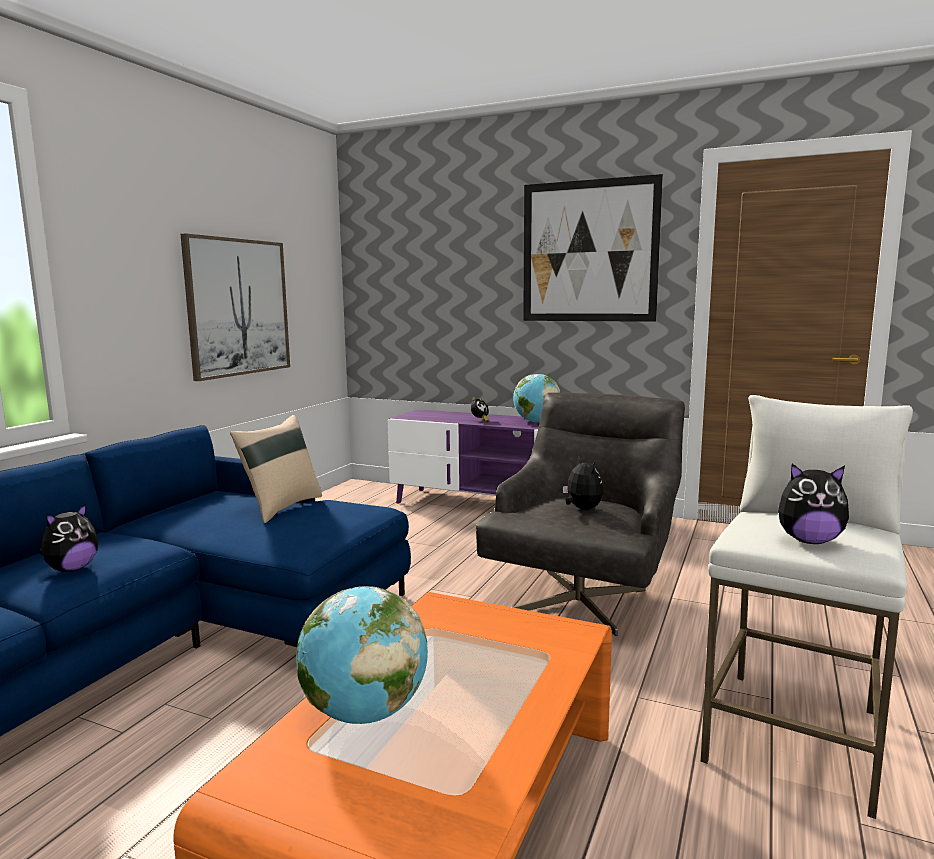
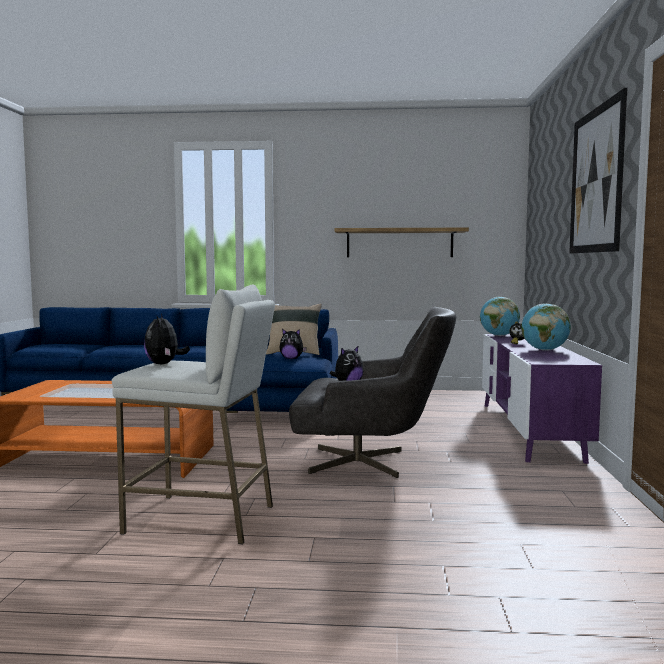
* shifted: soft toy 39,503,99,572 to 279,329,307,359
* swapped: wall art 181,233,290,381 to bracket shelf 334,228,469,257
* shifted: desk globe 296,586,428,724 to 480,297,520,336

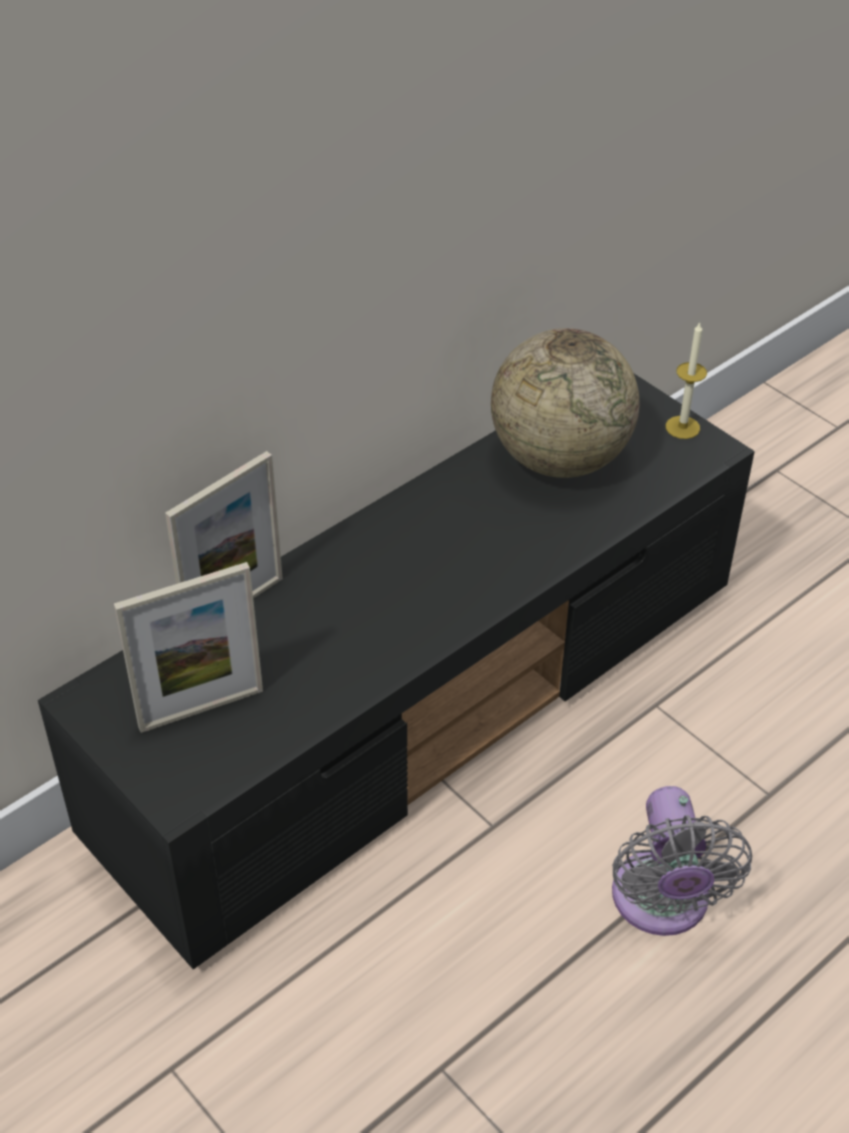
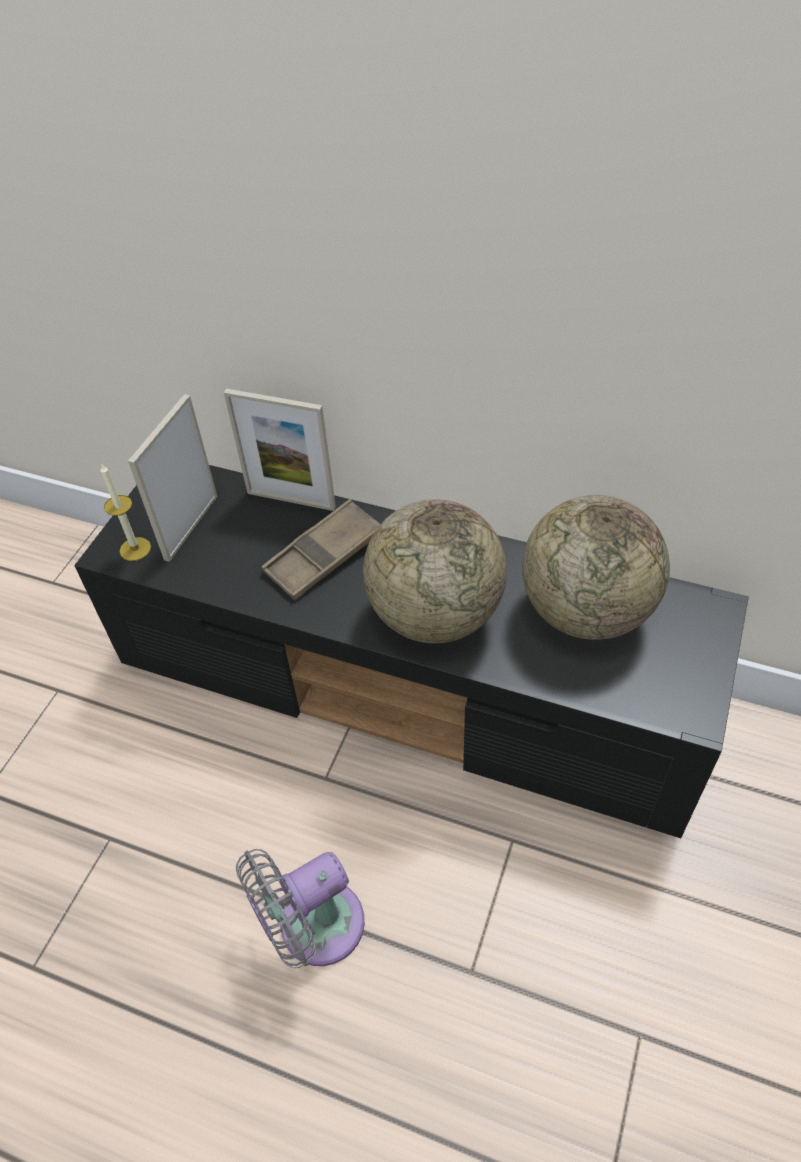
* shifted: wax candle 666,321,707,439 to 100,463,151,561
* rotated: picture frame 114,562,263,733 = 128,394,218,562 75 degrees clockwise
* new: brownish carrying tray 261,499,380,601
* new: desk globe 363,499,507,643

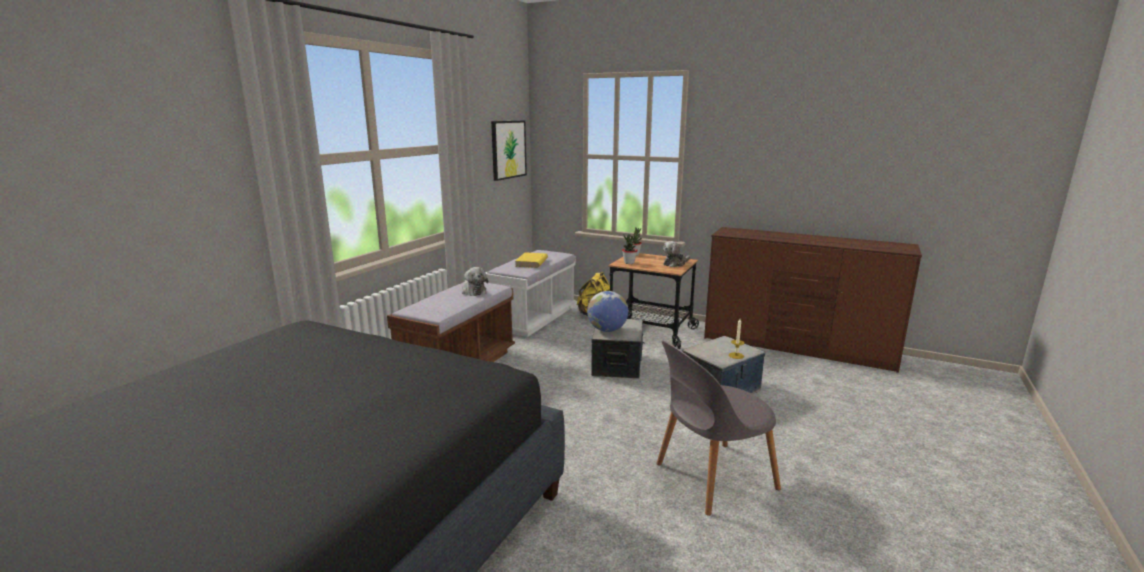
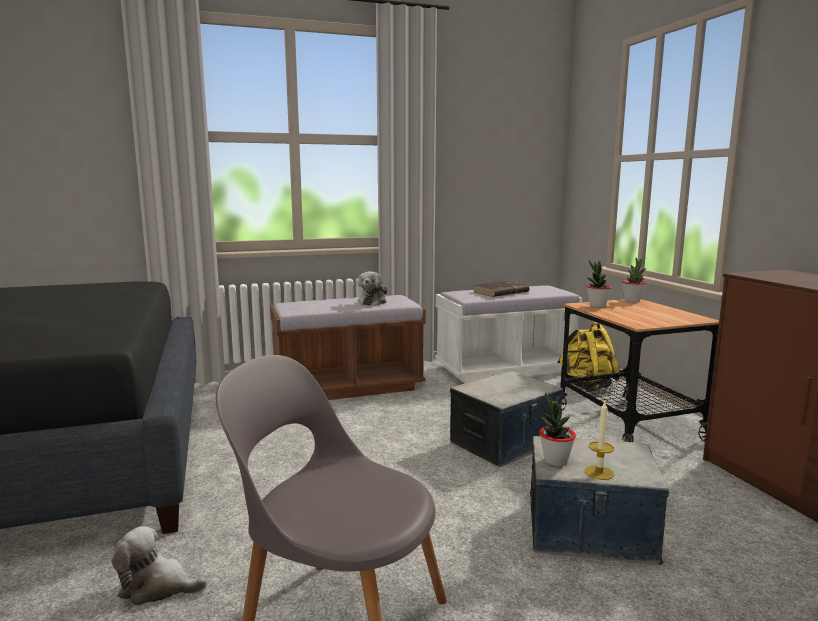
* shifted: soft toy 663,241,690,267 to 112,526,207,606
* repainted: yellow bound book 515,252,548,268 to brownish bound book 474,281,529,297
* new: plant in a pot 539,393,576,466
* gone: wall art 491,120,527,181
* gone: desk globe 587,291,628,332

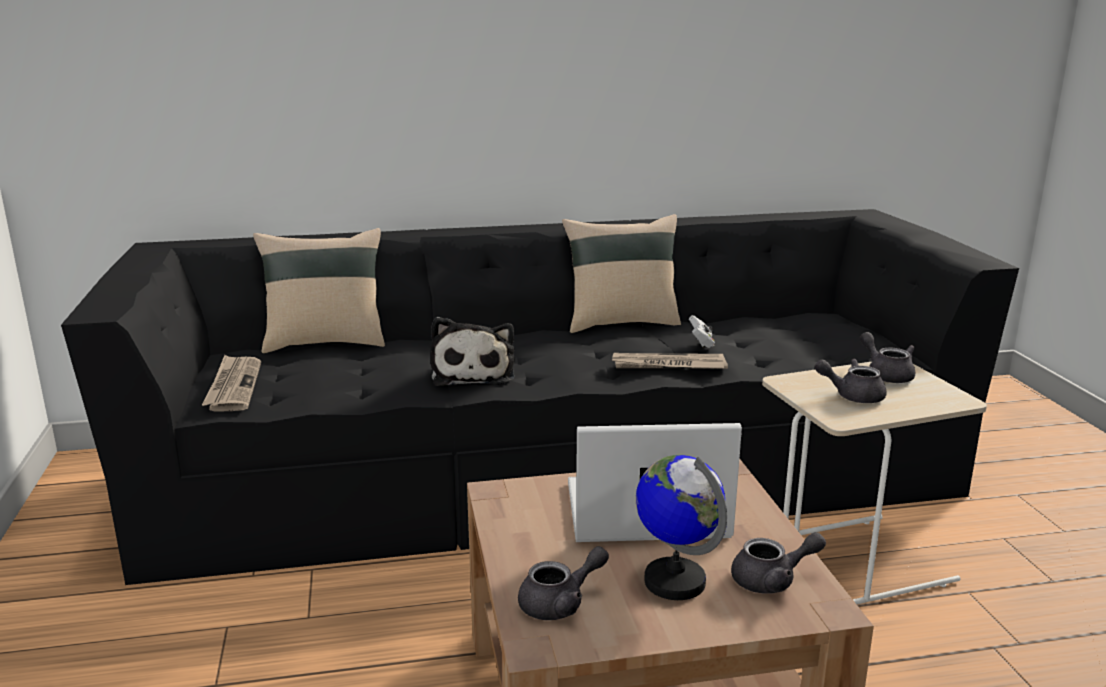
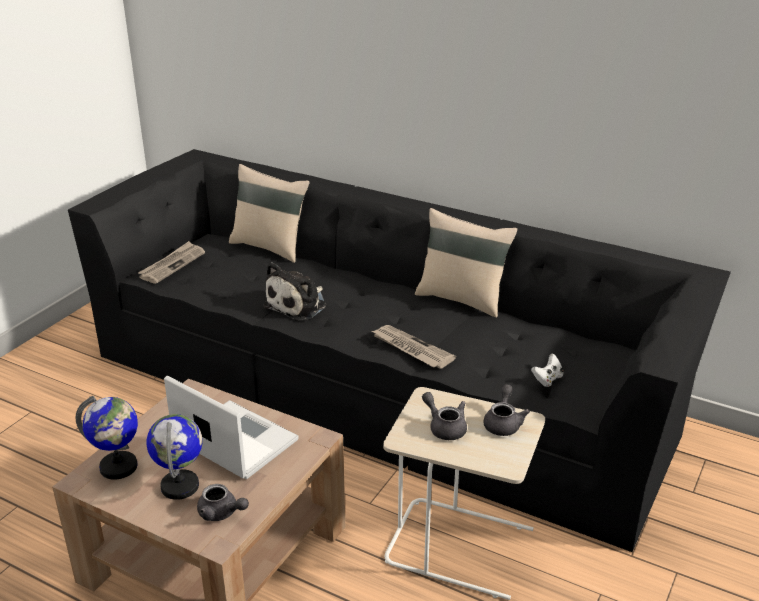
* swapped: grey pot for tea 518,546,609,620 to desk globe 76,396,138,480
* shifted: white game controller 689,315,715,348 to 531,354,564,387

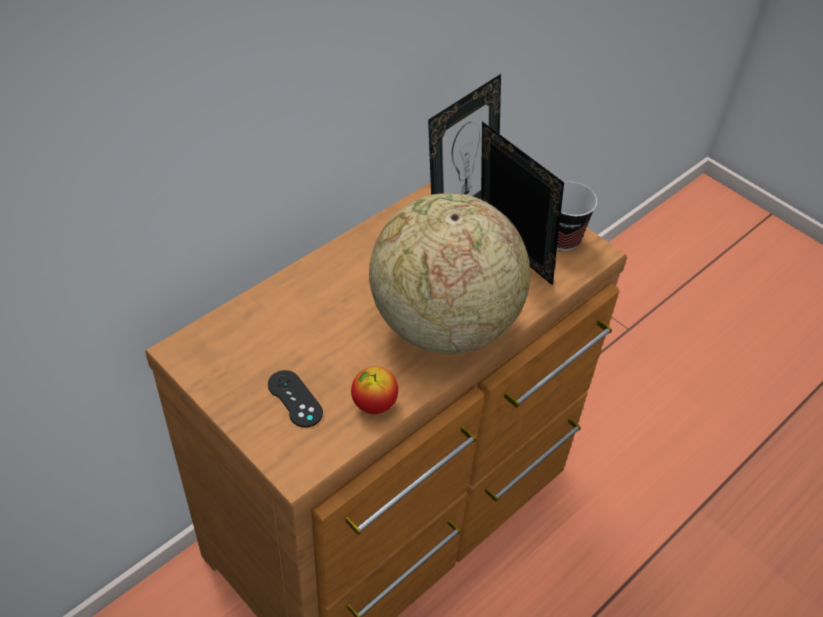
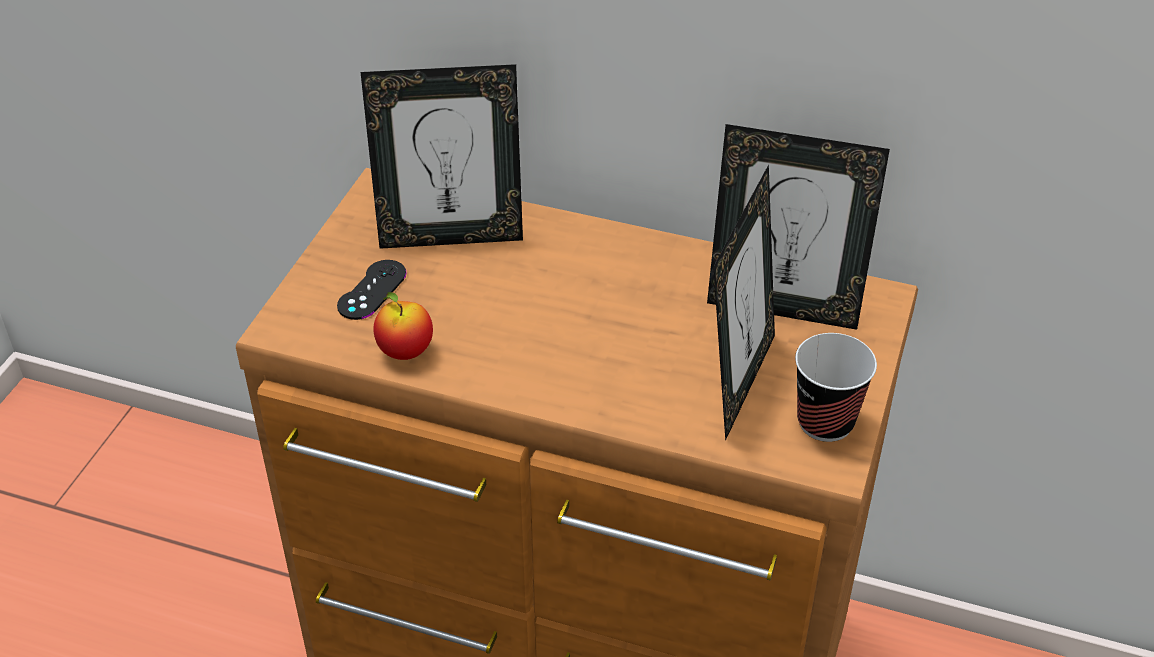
* new: picture frame 360,64,523,249
* gone: desk globe 369,193,530,354

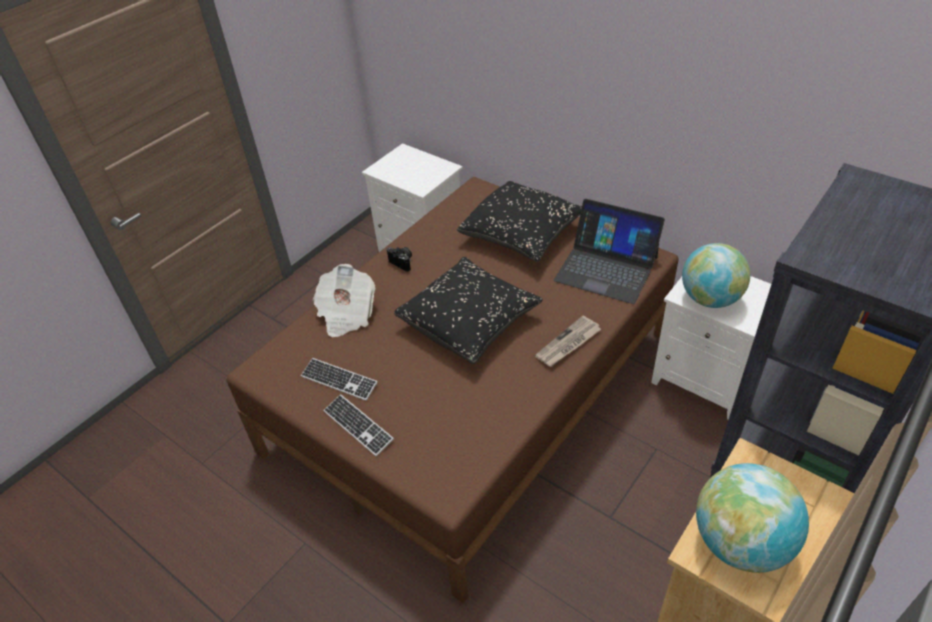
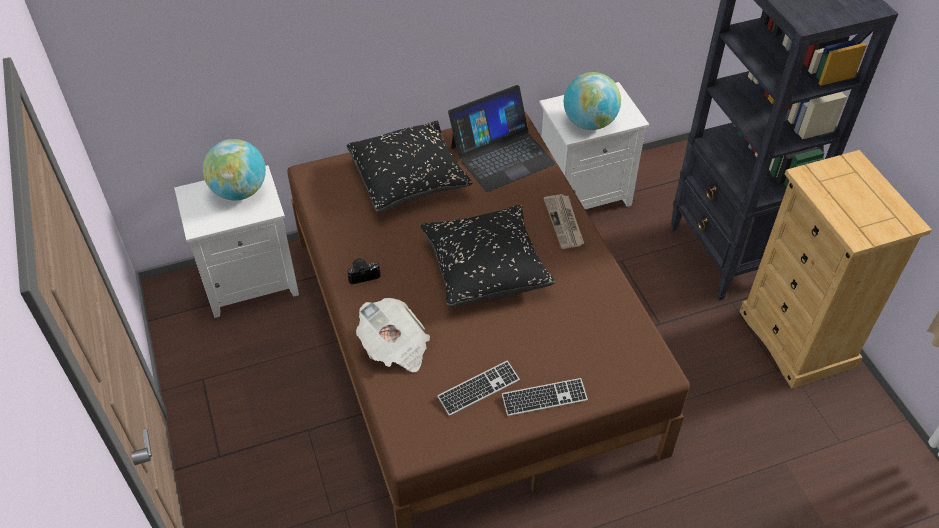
* shifted: desk globe 696,463,809,573 to 203,139,266,200

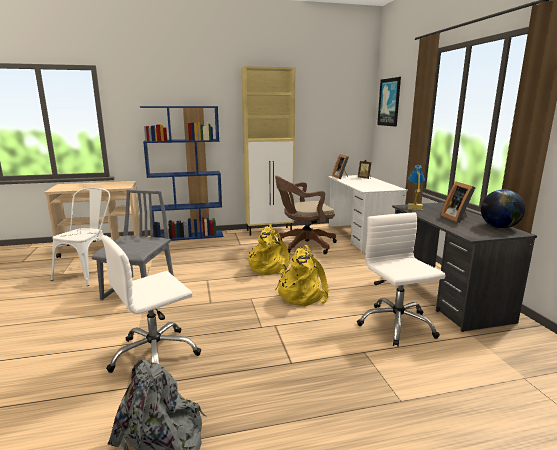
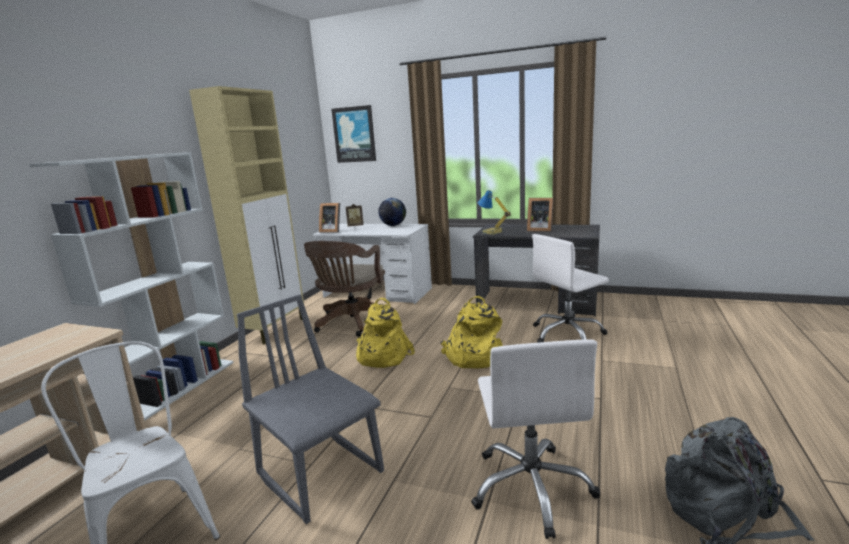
* repainted: blue-coloured shelving unit 140,106,223,241 to white shelving unit 29,152,234,420
* shifted: desk globe 481,189,525,228 to 378,198,406,226
* rotated: white desk chair 357,213,446,347 = 532,234,609,343 45 degrees counterclockwise

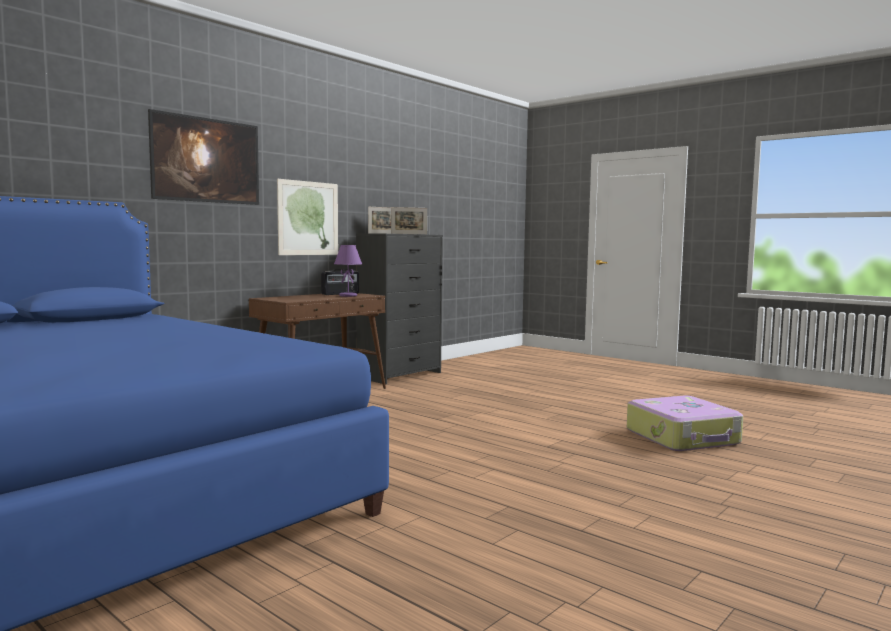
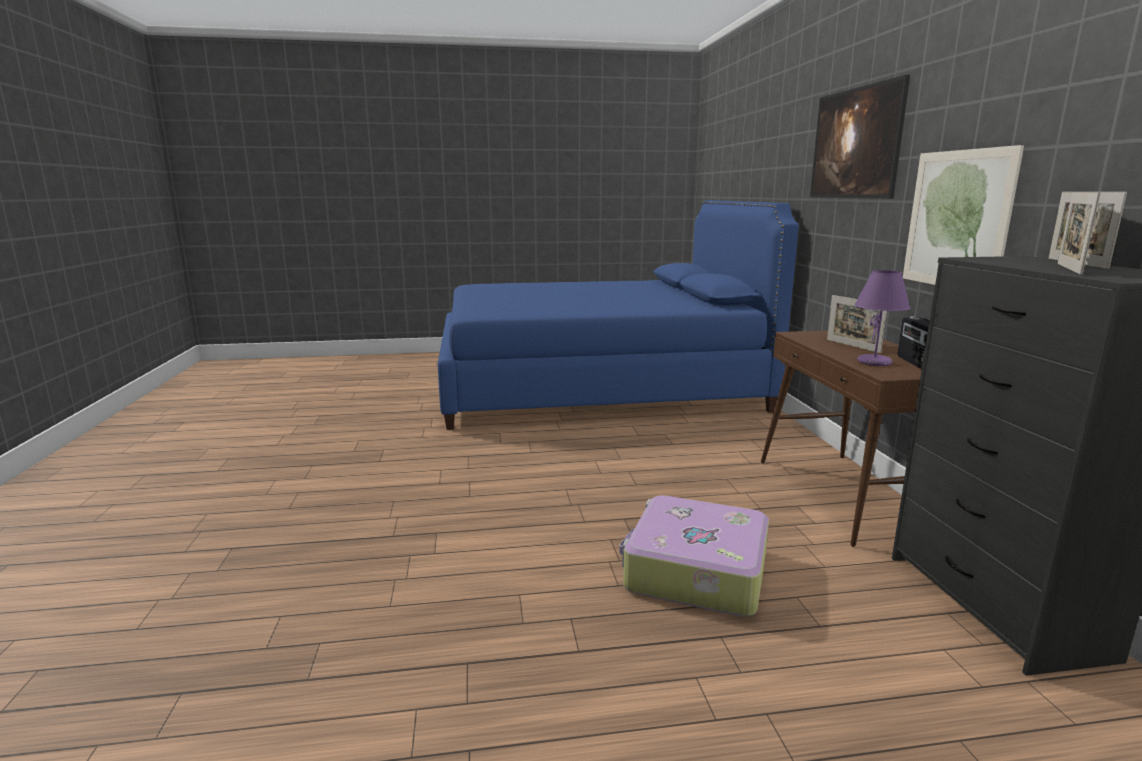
* shifted: travel case 627,396,743,451 to 619,495,769,616
* new: picture frame 827,295,887,353

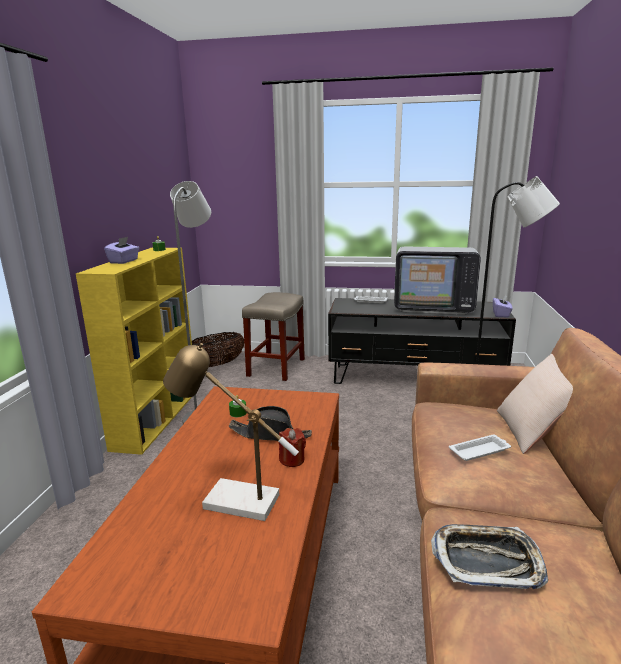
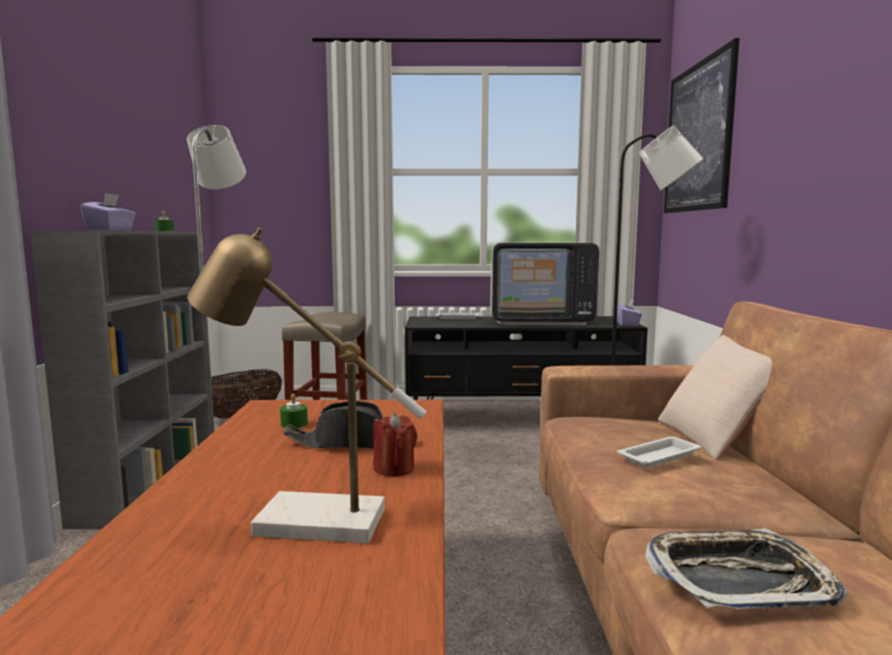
* repainted: yellow shelving unit 76,248,192,455 to grey shelving unit 30,231,210,529
* new: wall art 664,38,740,213

